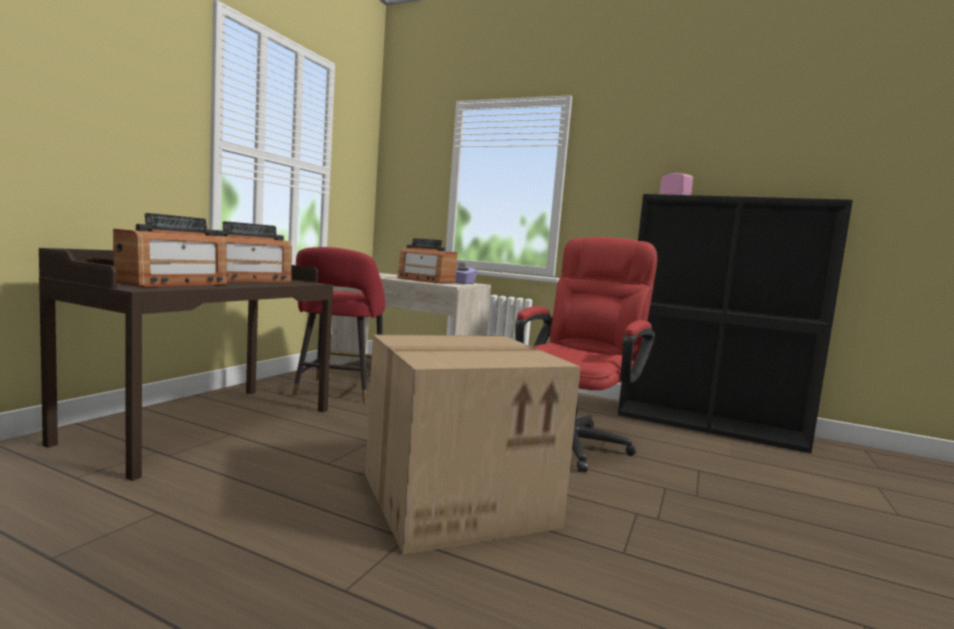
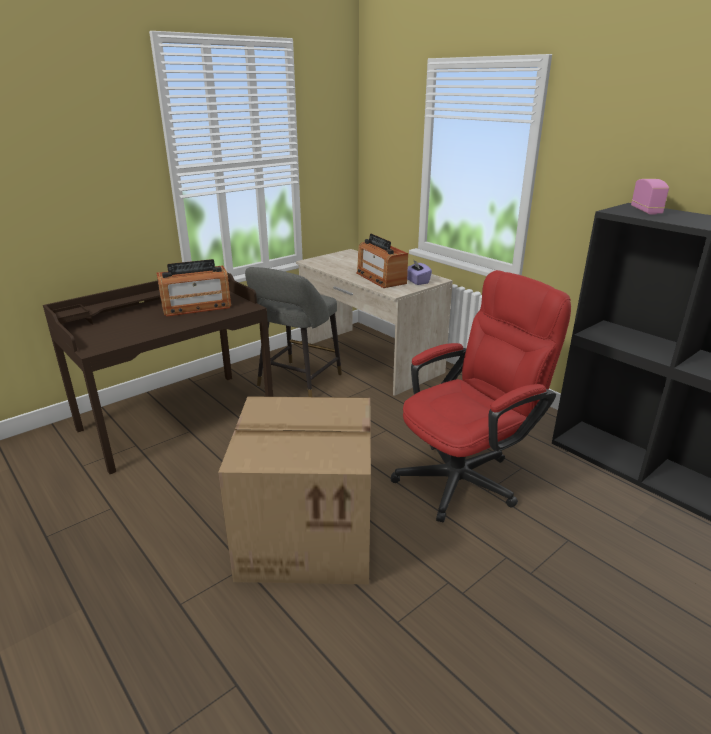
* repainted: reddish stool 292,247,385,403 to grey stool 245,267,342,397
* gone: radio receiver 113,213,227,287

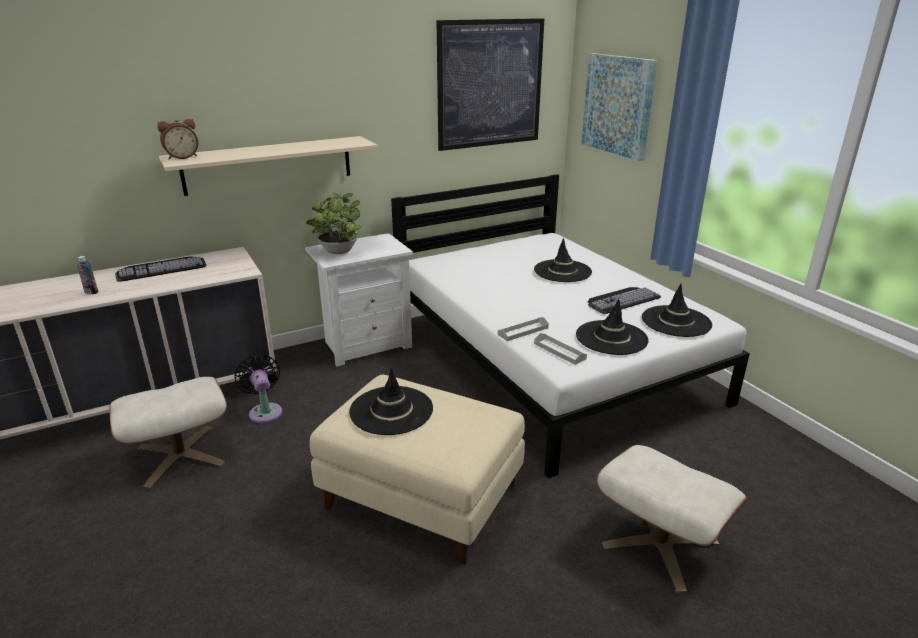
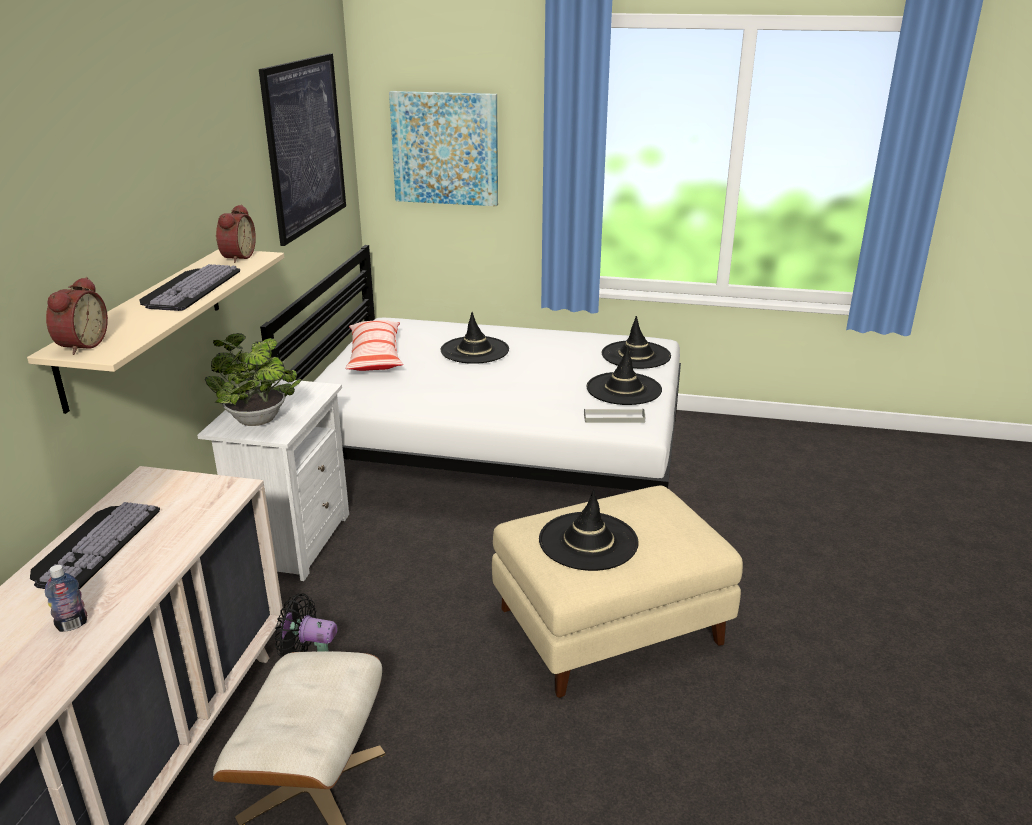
* shifted: computer keyboard 588,287,661,314 to 139,264,240,311
* new: alarm clock 216,204,256,263
* new: throw pillow 345,320,403,371
* gone: grey carrying tray 498,317,549,341
* gone: beige ottoman 597,445,748,593

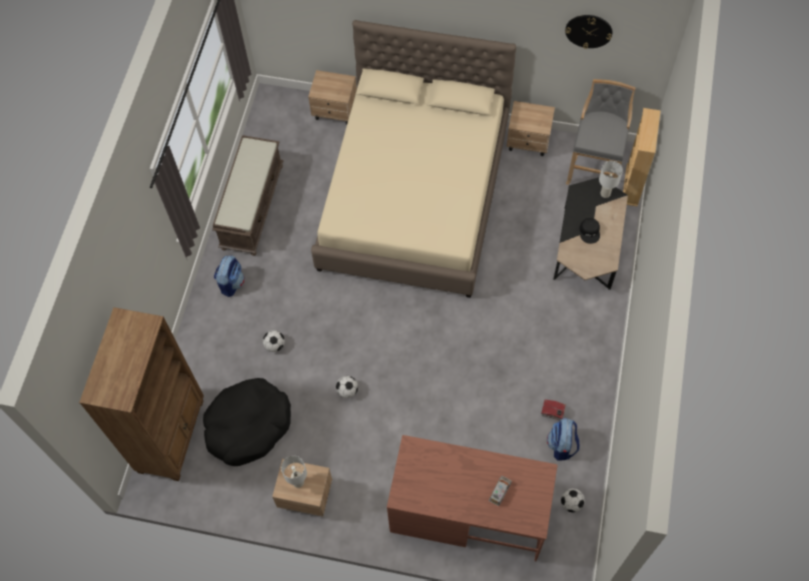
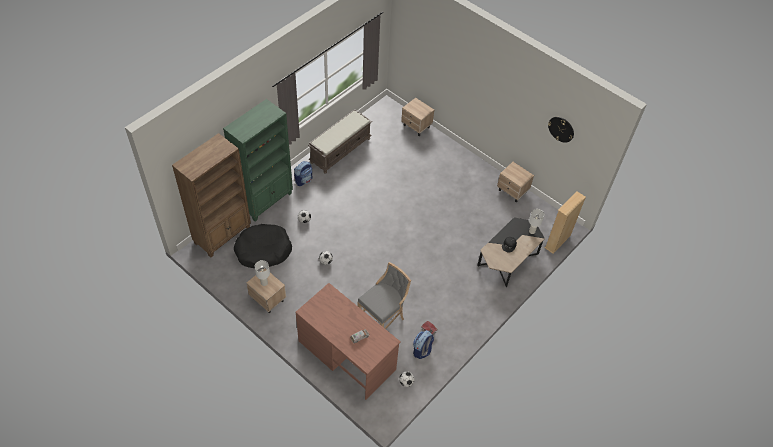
* new: greenish shelving unit 223,99,293,221
* shifted: grey stool 566,79,635,185 to 358,262,411,329
* gone: beige sleeping bed 311,20,516,298

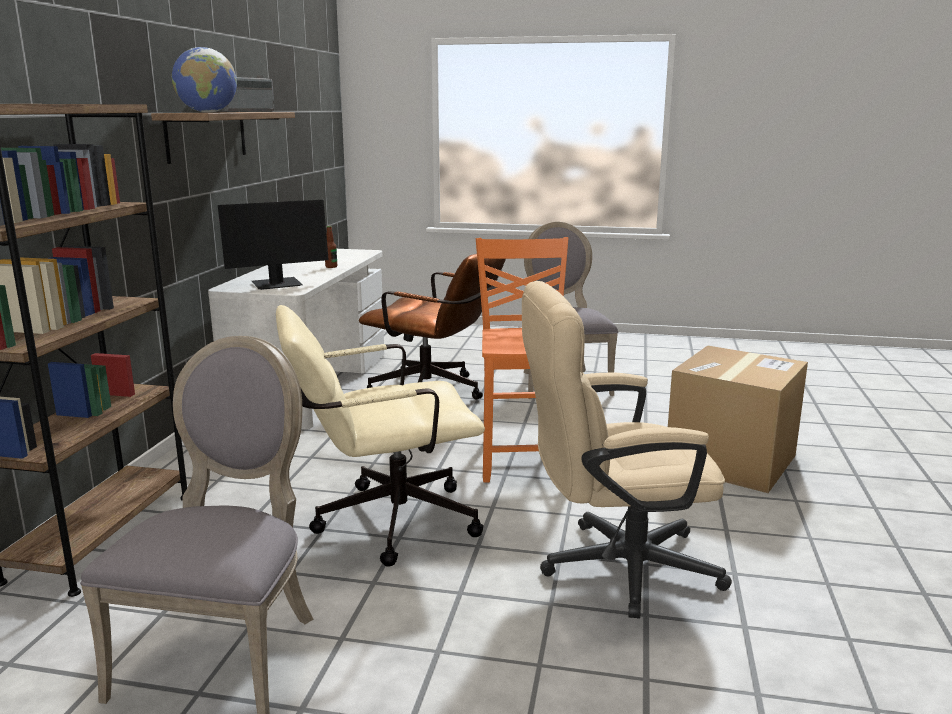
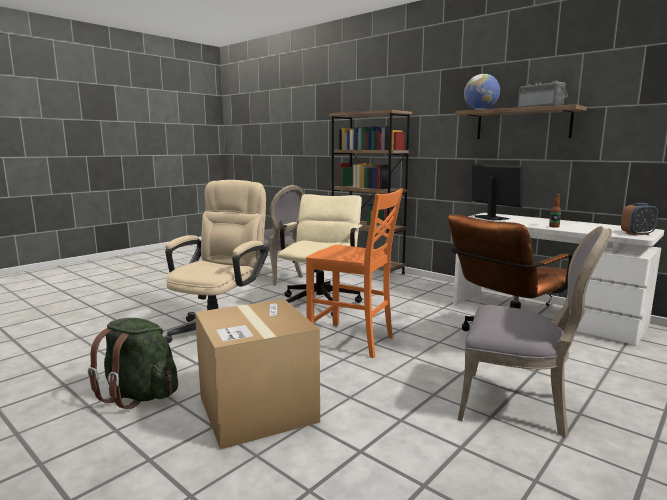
* new: greenish backpack 88,318,178,409
* rotated: computer display 218,200,329,290 = 472,164,523,221 150 degrees clockwise
* new: alarm clock 621,203,658,236

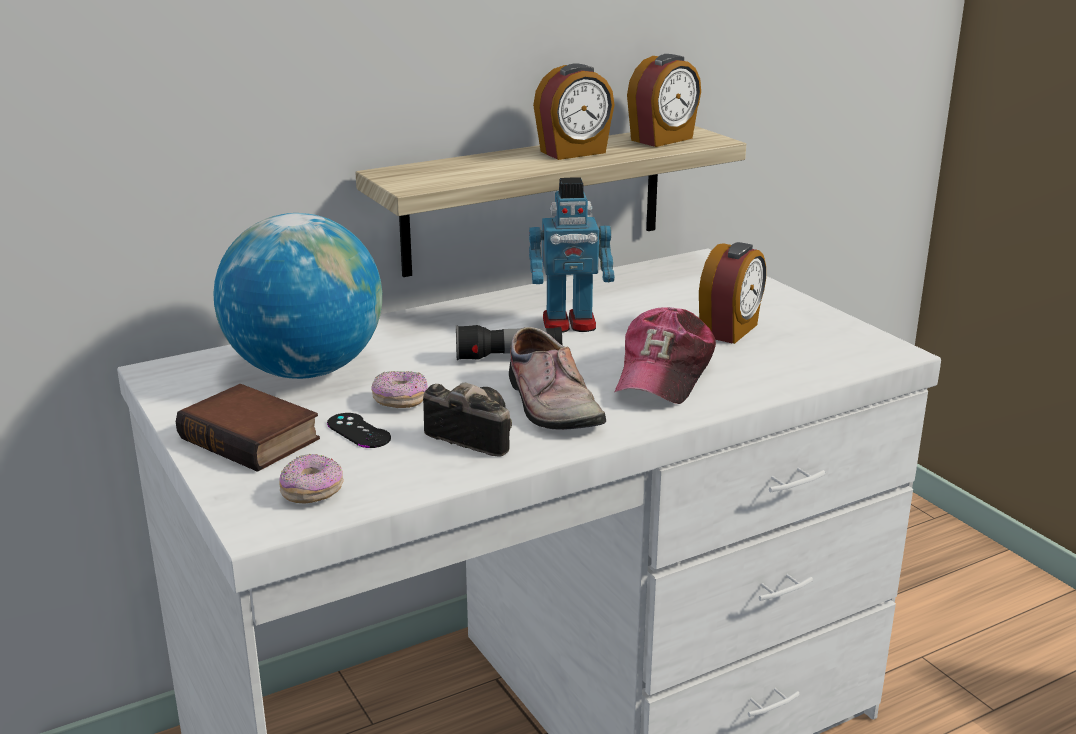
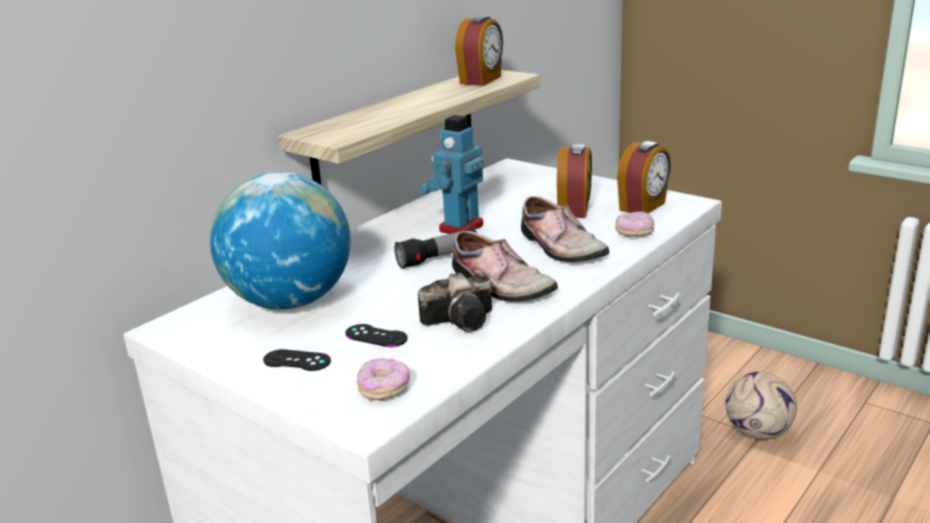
* swapped: bound book 176,384,320,472 to black game controller 263,349,331,371
* rotated: still camera 423,383,512,457 = 418,272,492,332 150 degrees clockwise
* rotated: toy robot 529,178,615,333 = 419,115,484,234 150 degrees clockwise
* swapped: cap 615,307,716,404 to shoe 521,196,609,262
* shifted: ring doughnut 371,371,428,408 to 615,211,654,237
* shifted: alarm clock 533,63,615,160 to 617,141,671,214
* new: football ball 725,372,797,440

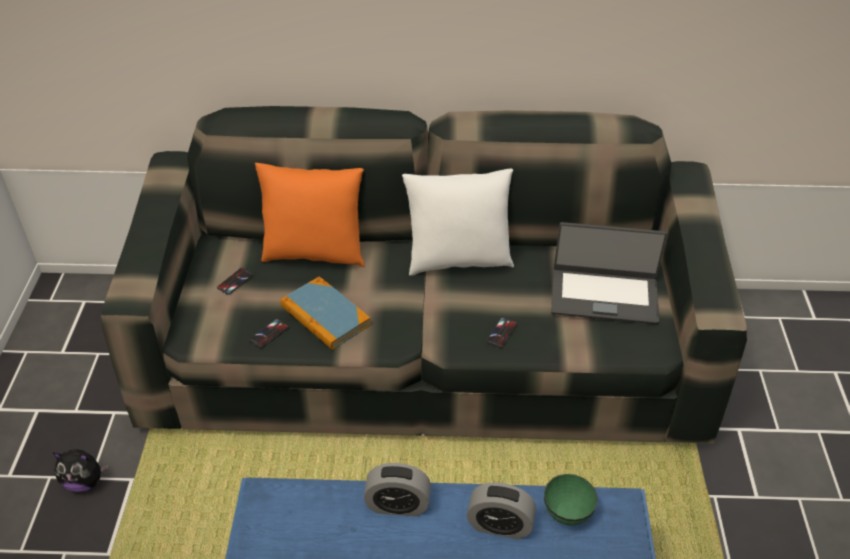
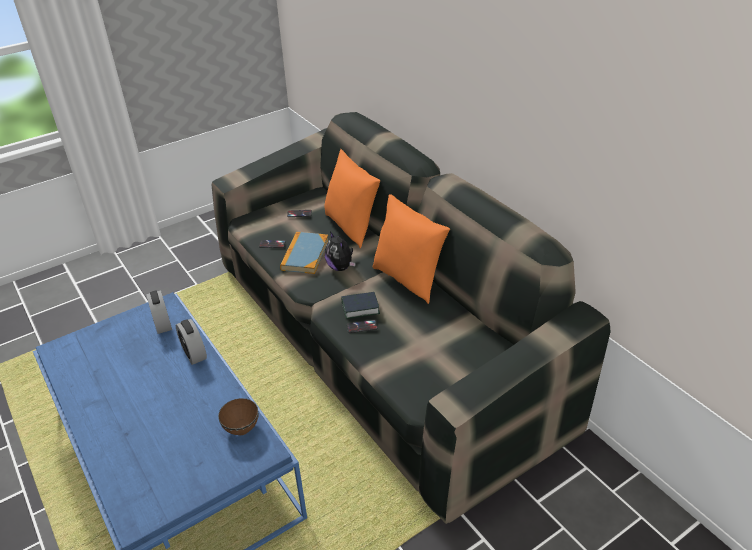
* shifted: alarm clock 467,482,536,539 to 146,291,172,334
* repainted: greenish serving bowl 544,474,598,525 to brownish serving bowl 218,398,259,435
* shifted: soft toy 52,449,108,492 to 325,231,356,271
* new: bound book 341,292,380,319
* repainted: white throw pillow 402,169,514,276 to orange-coloured throw pillow 373,194,450,304
* gone: notebook computer 551,222,667,324

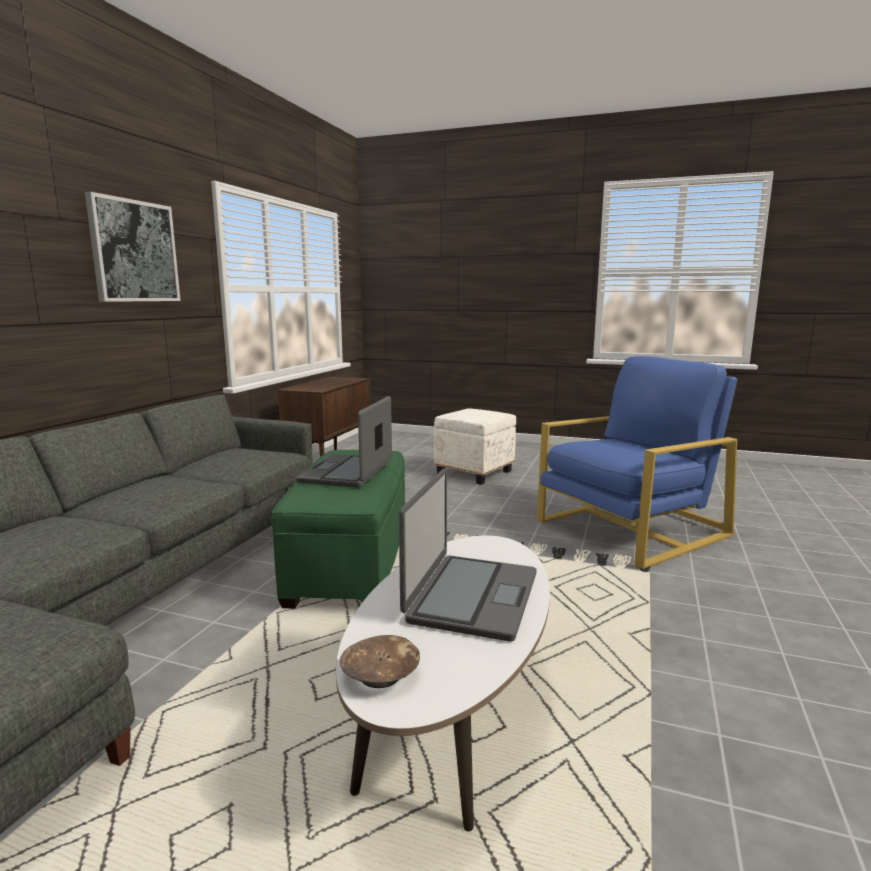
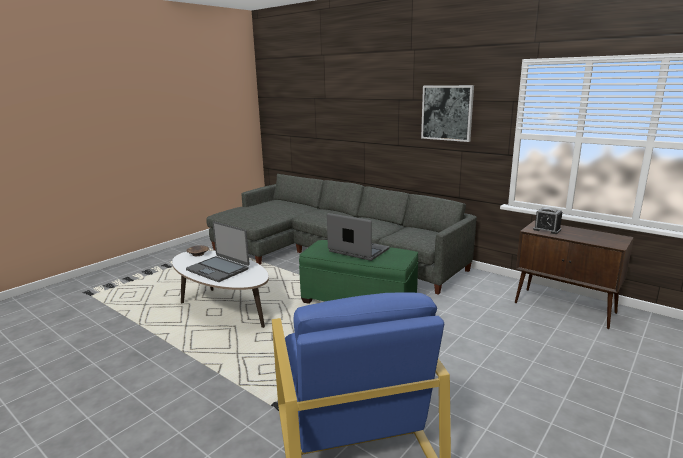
* new: alarm clock 533,207,562,234
* gone: white ottoman 434,408,516,485

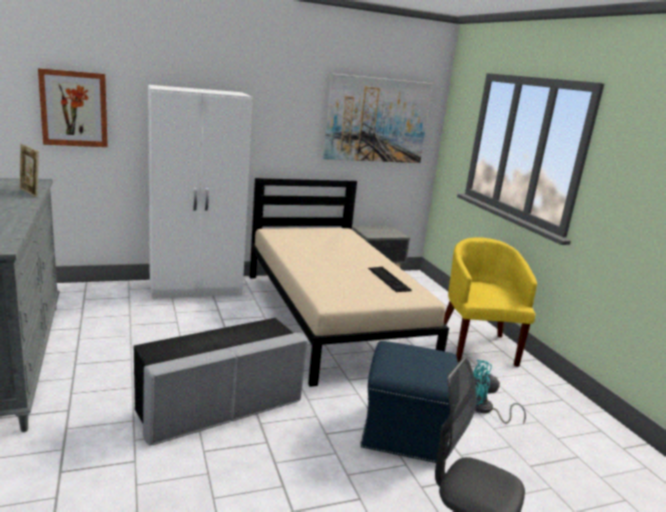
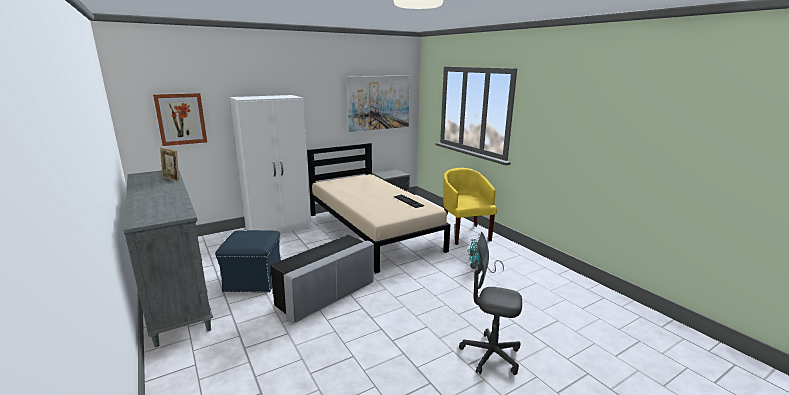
* shifted: blue-coloured ottoman 360,341,458,463 to 215,230,281,292

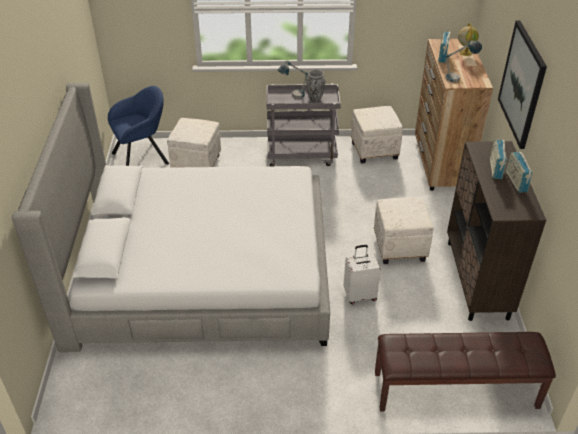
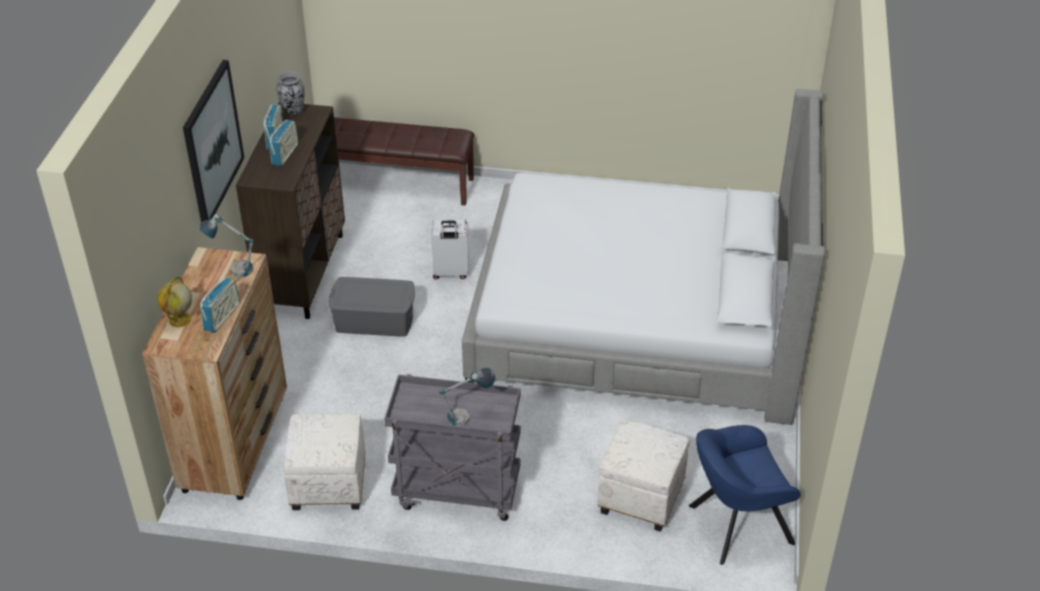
* shifted: vase 306,70,325,102 to 276,71,304,117
* swapped: white ottoman 374,197,433,264 to grey storage box 329,277,415,337

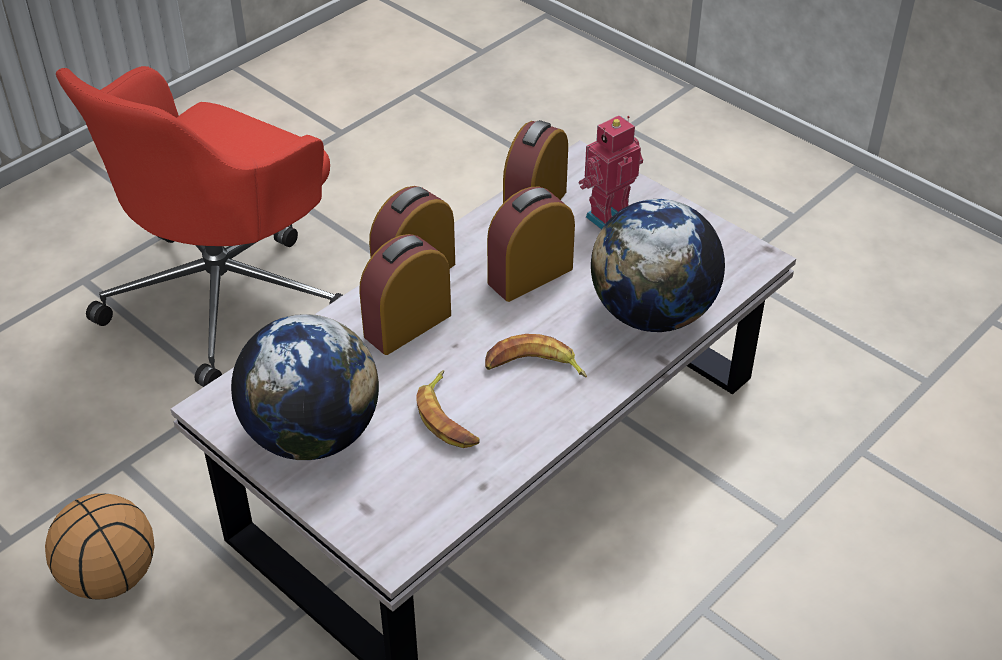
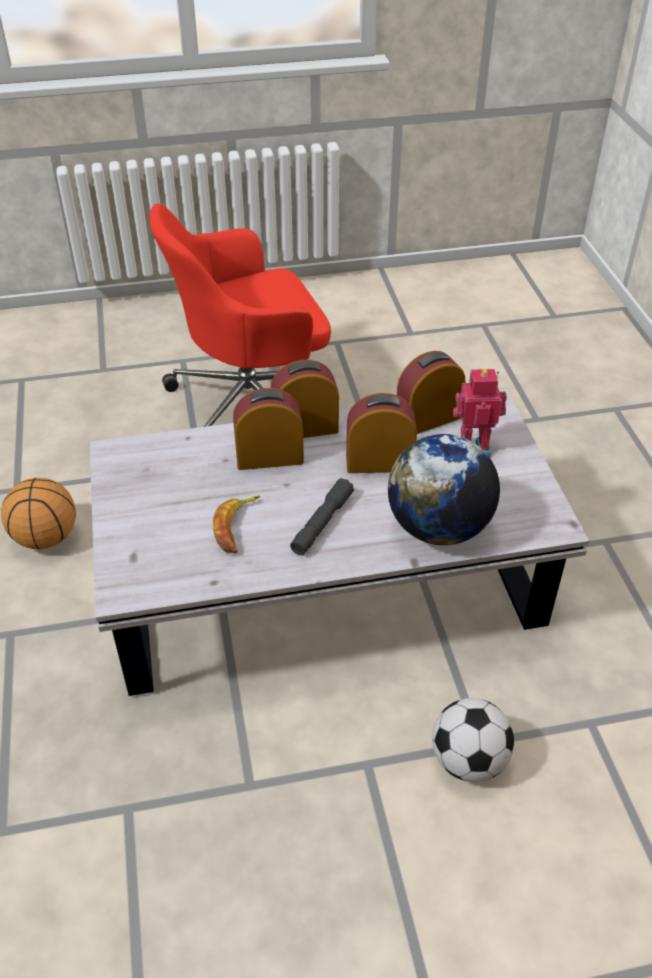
* swapped: whole banana 485,334,587,378 to grey hand torch 290,478,354,555
* new: football ball 432,698,514,782
* gone: desk globe 231,314,379,460

